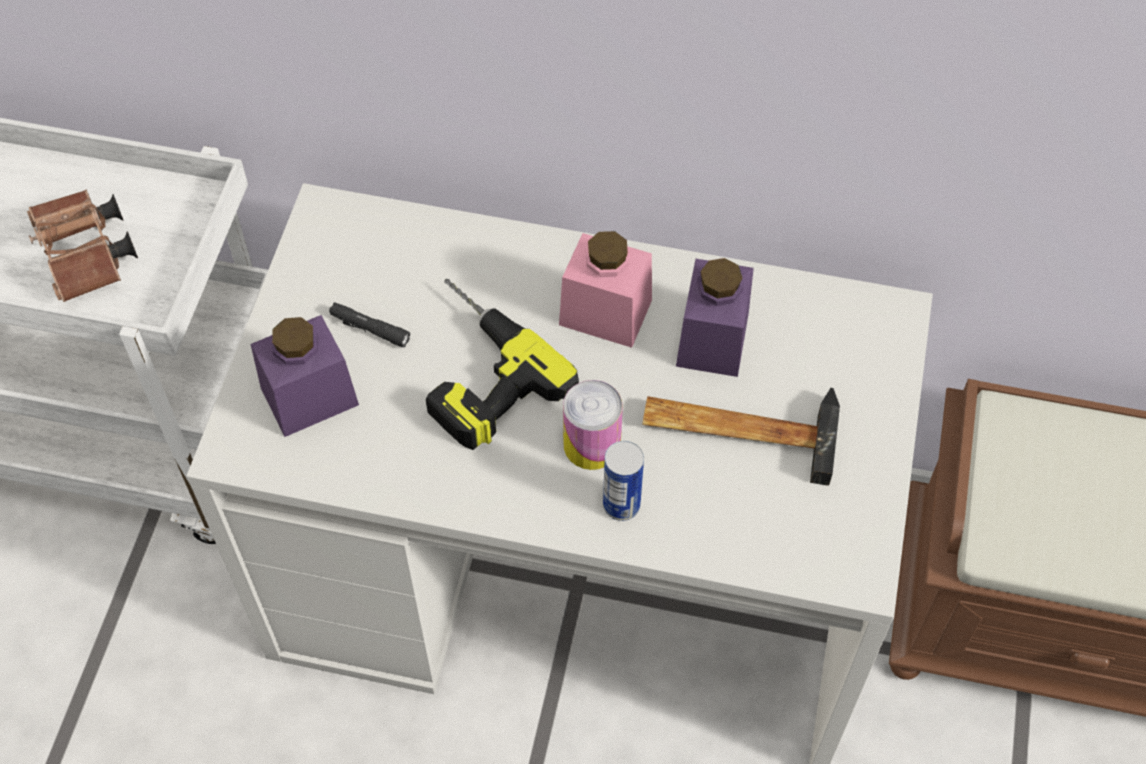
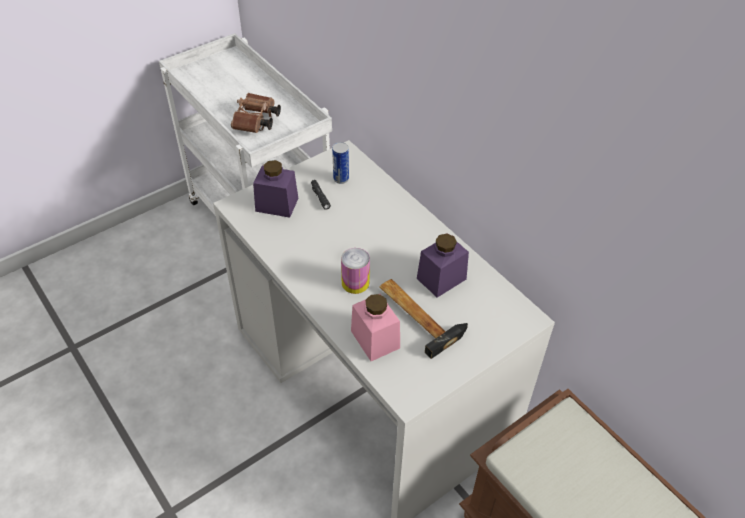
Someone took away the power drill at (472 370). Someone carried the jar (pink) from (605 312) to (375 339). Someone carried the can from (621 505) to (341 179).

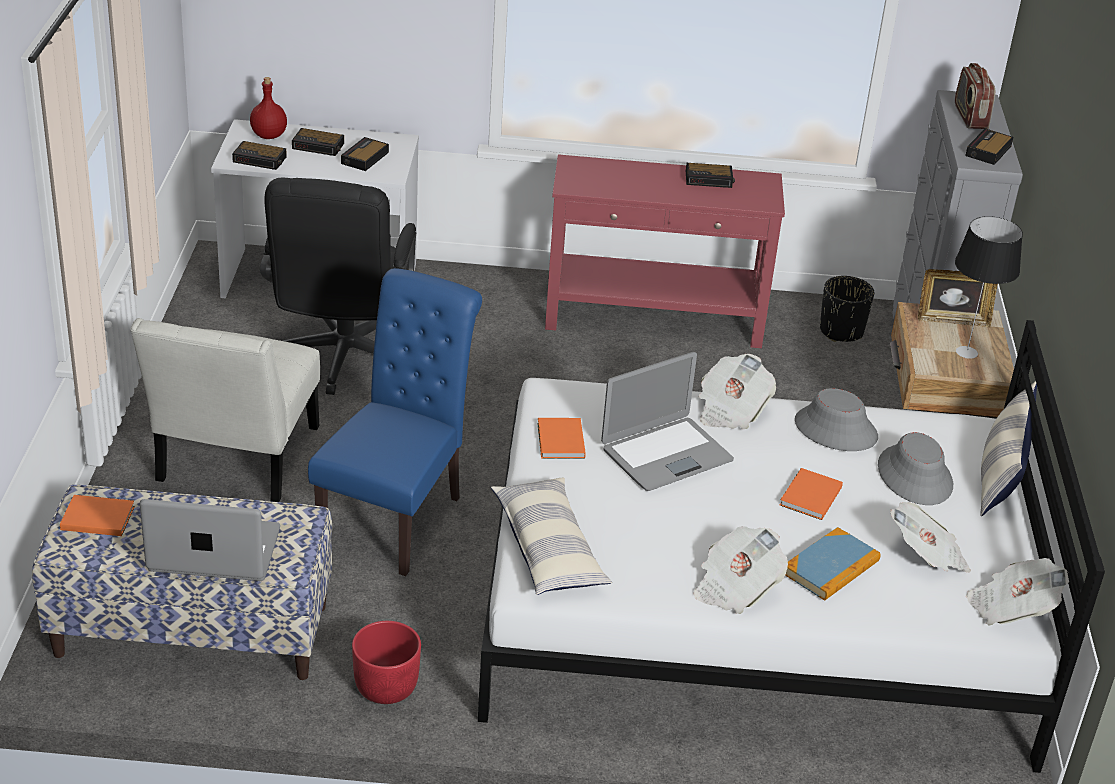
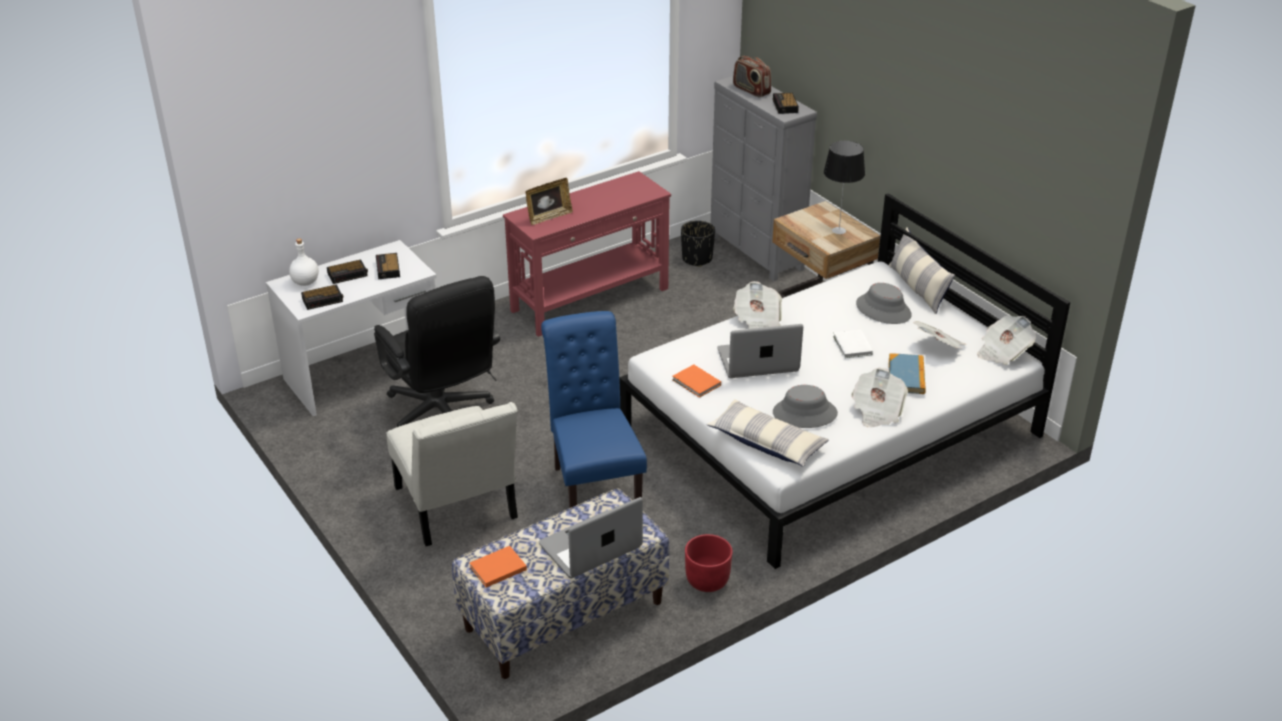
Someone repainted the bottle (red) at (269 135), which became the bottle (white) at (306 282). Someone rotated the laptop at (666 454) by 120 degrees counterclockwise. Someone took away the alarm clock at (709 179). Someone repainted the book (orange) at (809 497), which became the book (white) at (852 346). Someone carried the hat (grey) from (835 429) to (804 413). Someone carried the picture frame from (952 320) to (549 217).

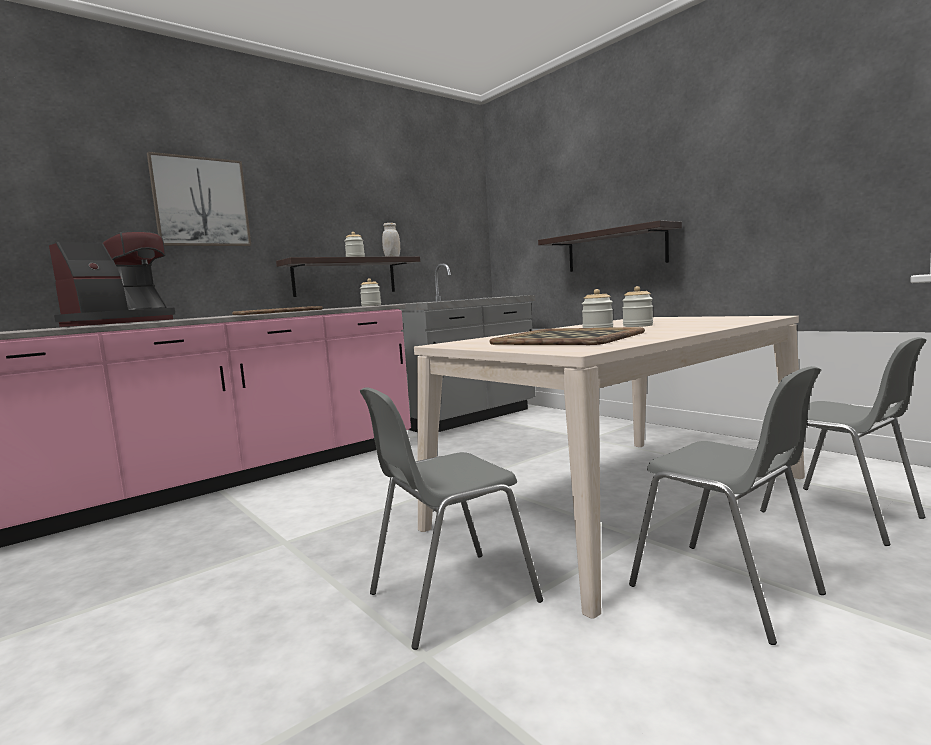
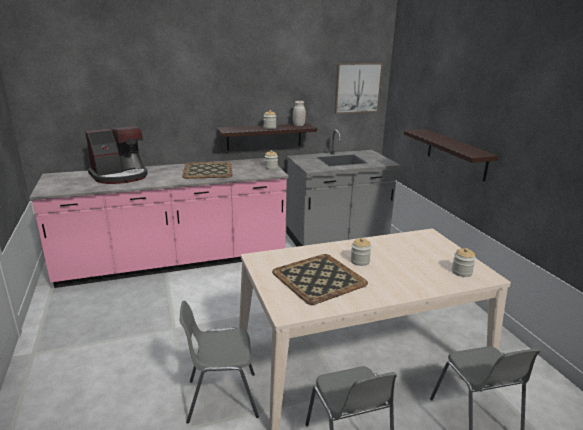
Someone carried the picture from (201 202) to (357 88). Someone carried the jar from (637 326) to (461 272).

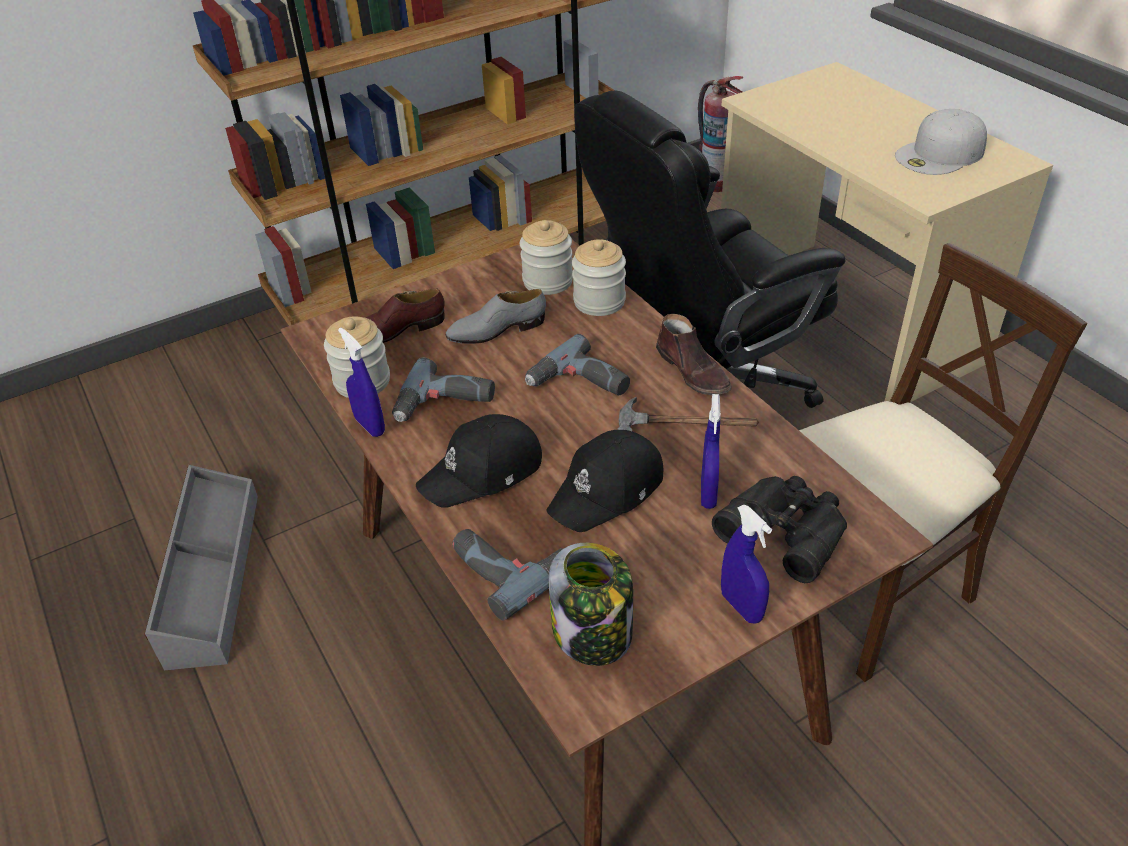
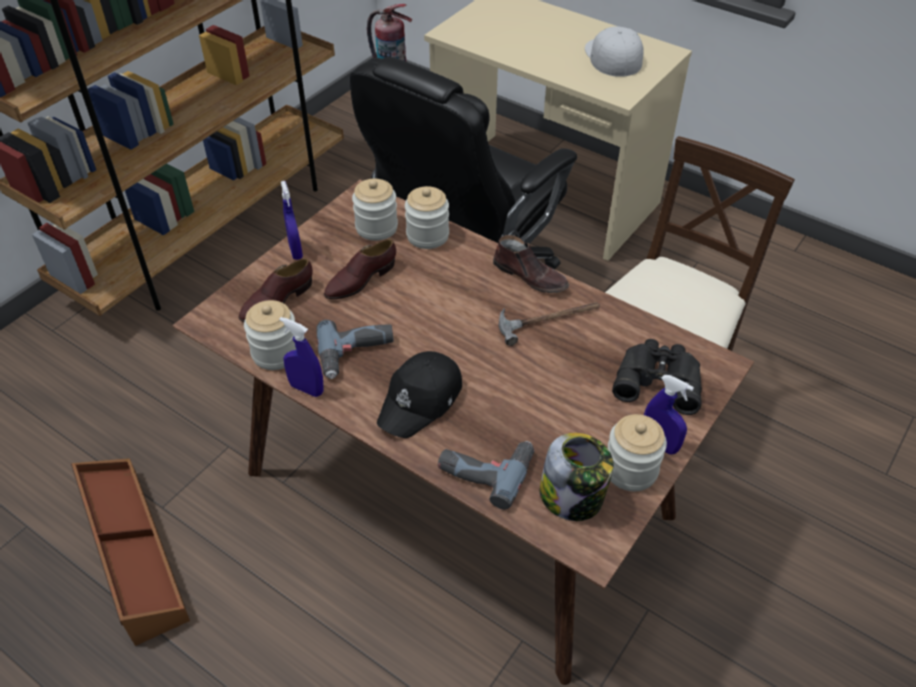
Someone repainted the storage box (grey) at (211 577), which became the storage box (brown) at (132 553). Someone repainted the shoe (grey) at (496 330), which became the shoe (brown) at (360 280). Someone took away the power drill at (579 384). Someone took away the cap (black) at (608 491). Someone carried the spray bottle (blue) from (708 494) to (295 251). Someone rotated the cap (white) at (940 154) by 135 degrees clockwise. Someone put down the jar at (630 470).

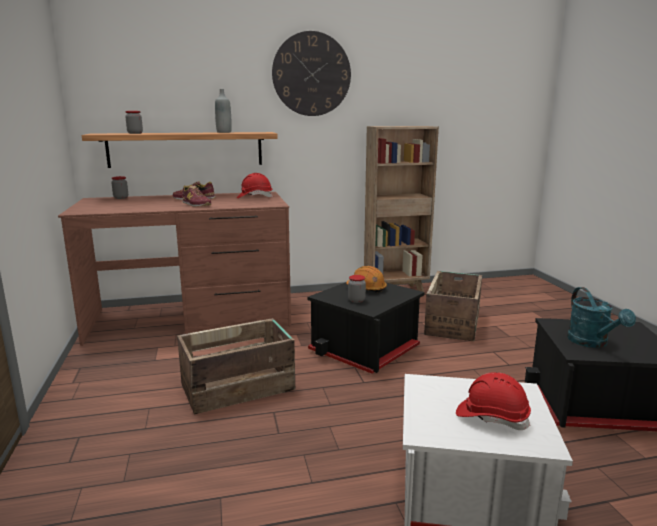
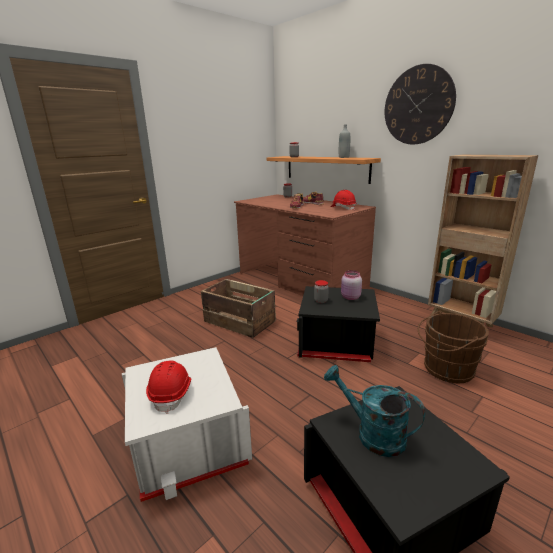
Someone swapped the hard hat (orange) at (366 288) for the jar (pink) at (350 297). Someone swapped the crate at (453 323) for the bucket (brown) at (445 369). Someone rotated the watering can (turquoise) at (592 343) by 75 degrees clockwise.

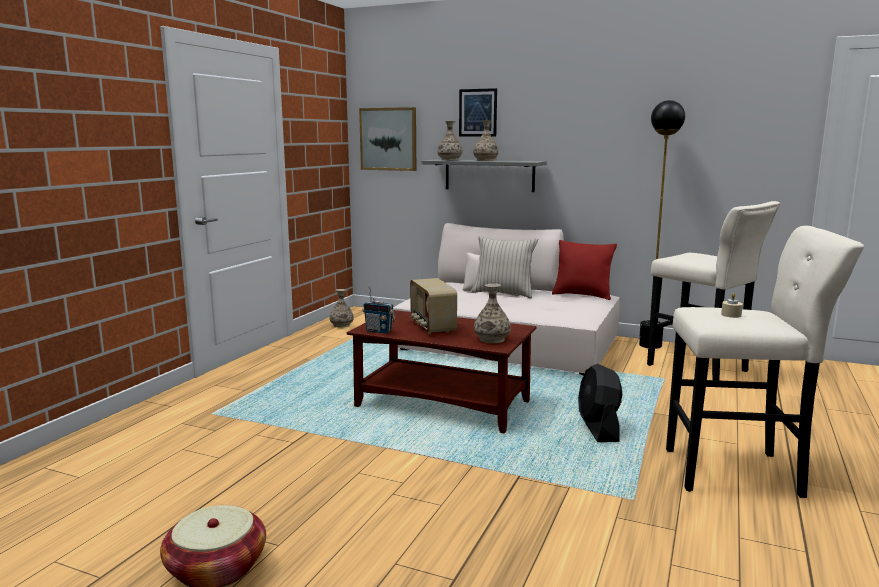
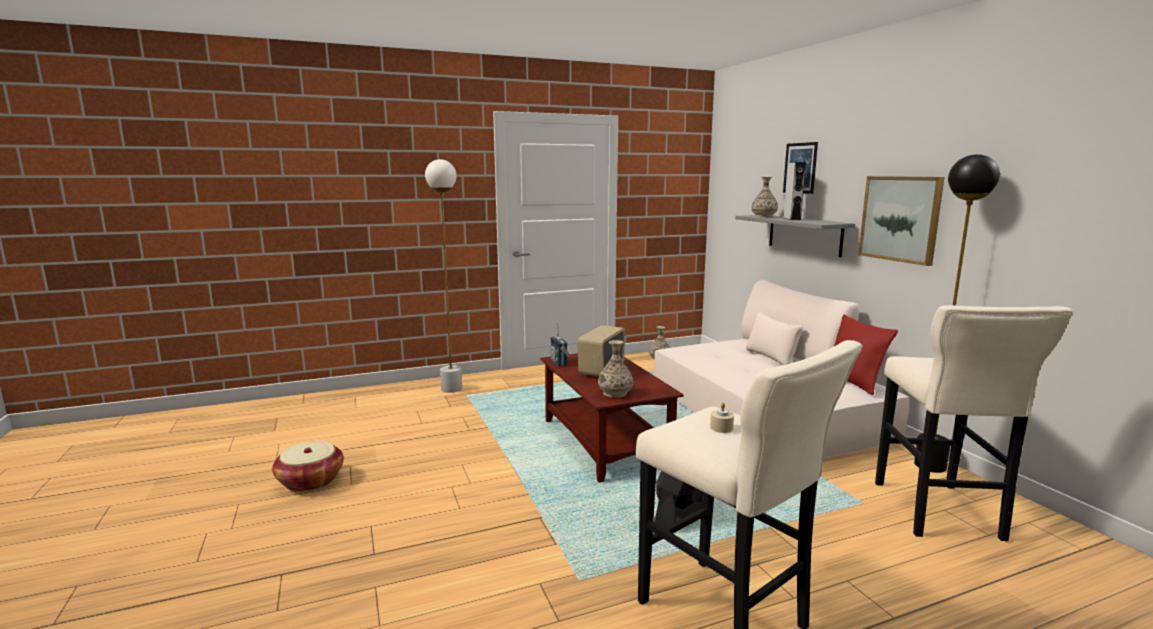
Someone carried the picture from (388 139) to (900 218). Someone took away the pillow (beige) at (503 293). Someone swapped the vase at (485 160) for the speaker (grey) at (792 219). Someone put down the floor lamp (white) at (452 389).

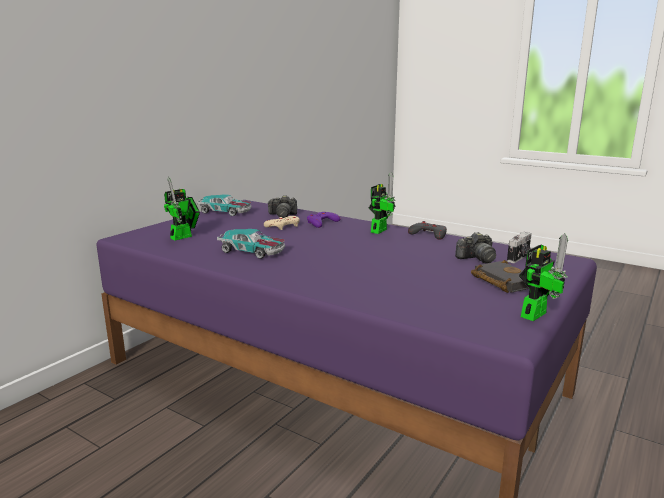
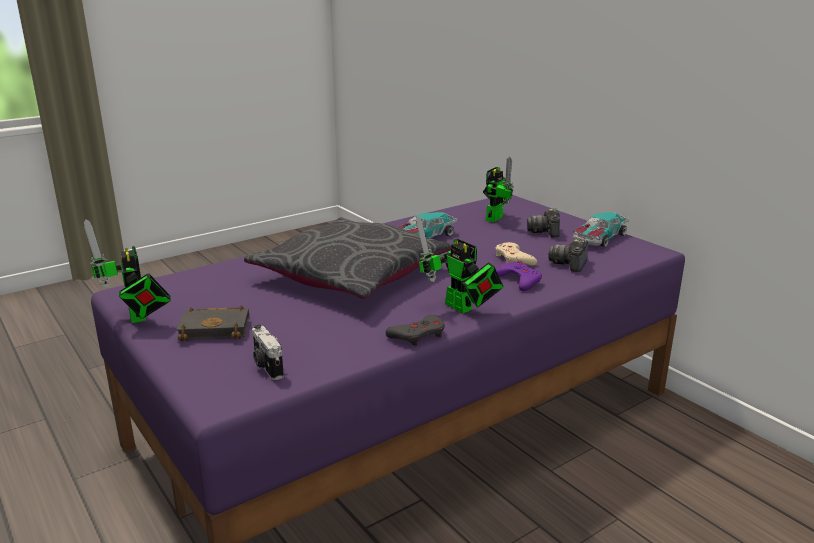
Someone rotated the toy robot at (184 236) by 120 degrees counterclockwise. Someone carried the photo camera from (477 259) to (545 232). Someone put down the pillow (grey) at (351 274).

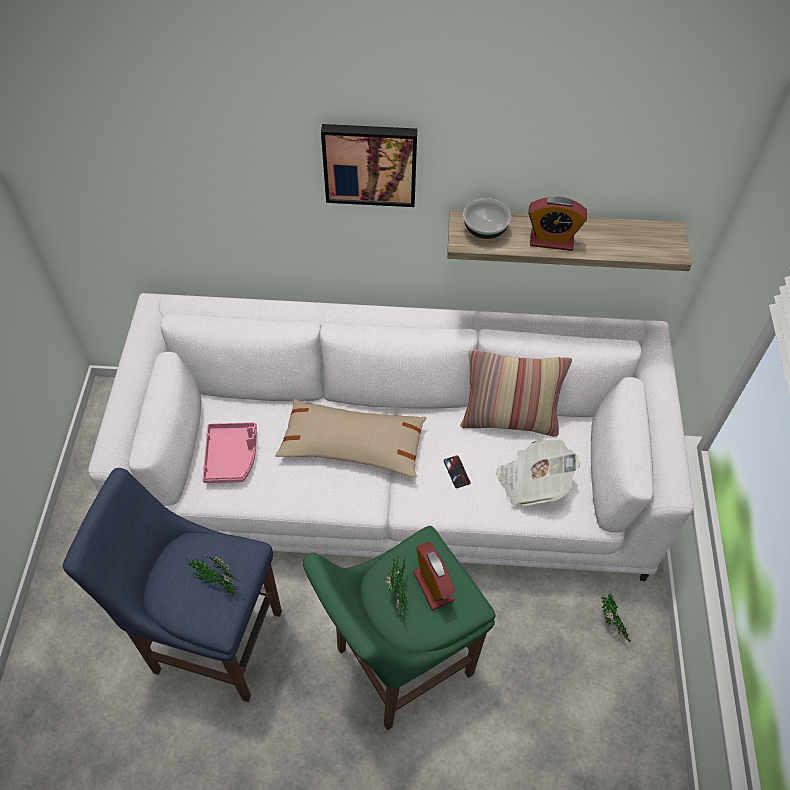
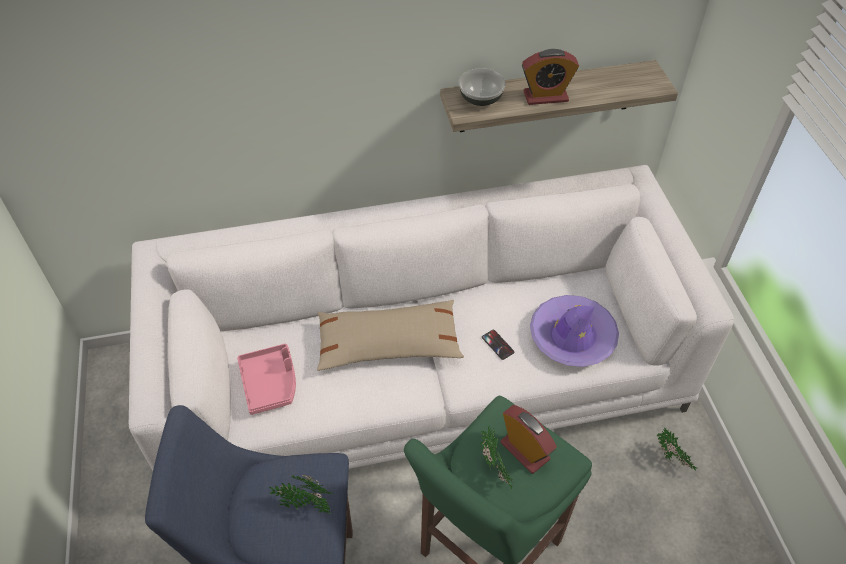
Someone took away the picture at (370 163). Someone took away the pillow at (509 419). Someone swapped the newspaper at (533 482) for the hat (purple) at (572 337).

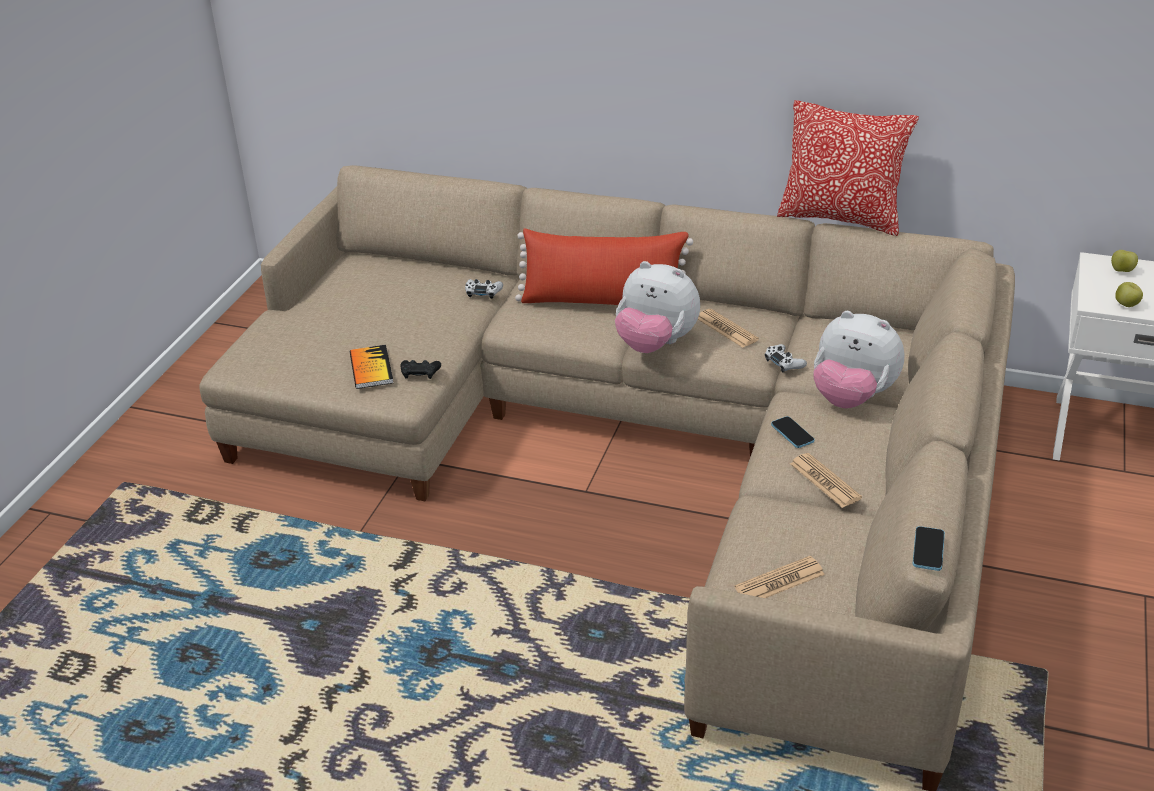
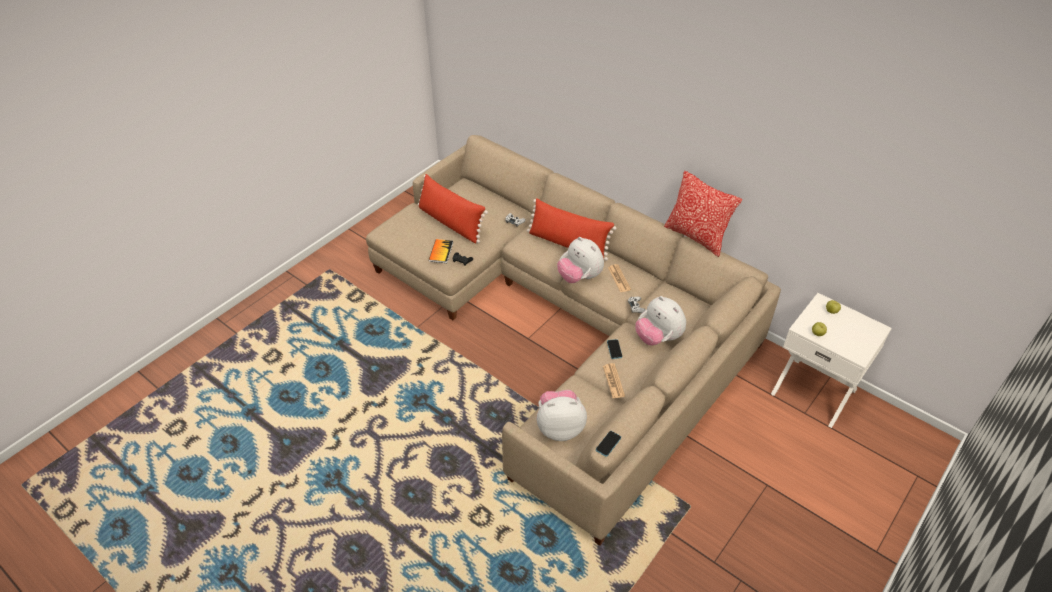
Someone swapped the newspaper at (779 581) for the plush toy at (559 427). Someone put down the pillow (red) at (451 223).

